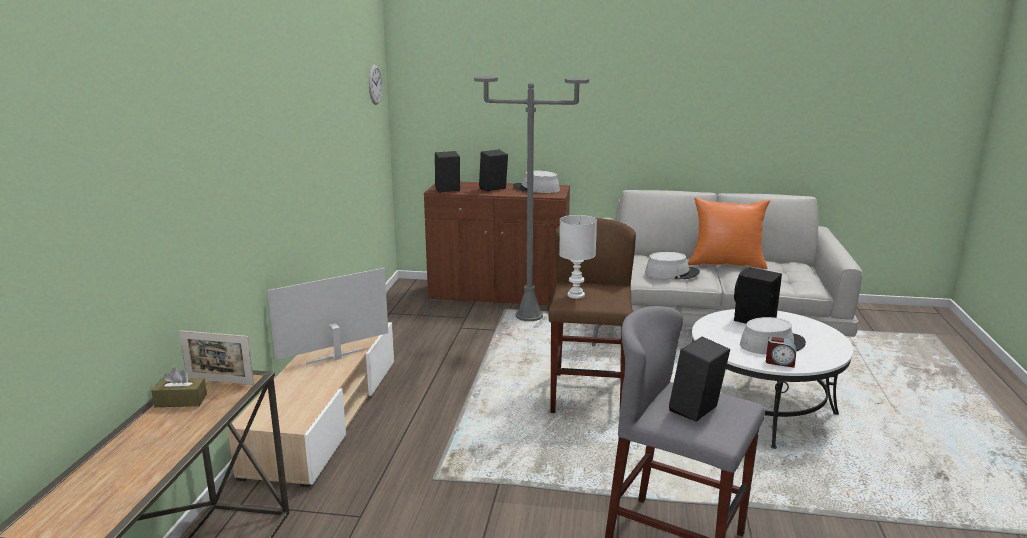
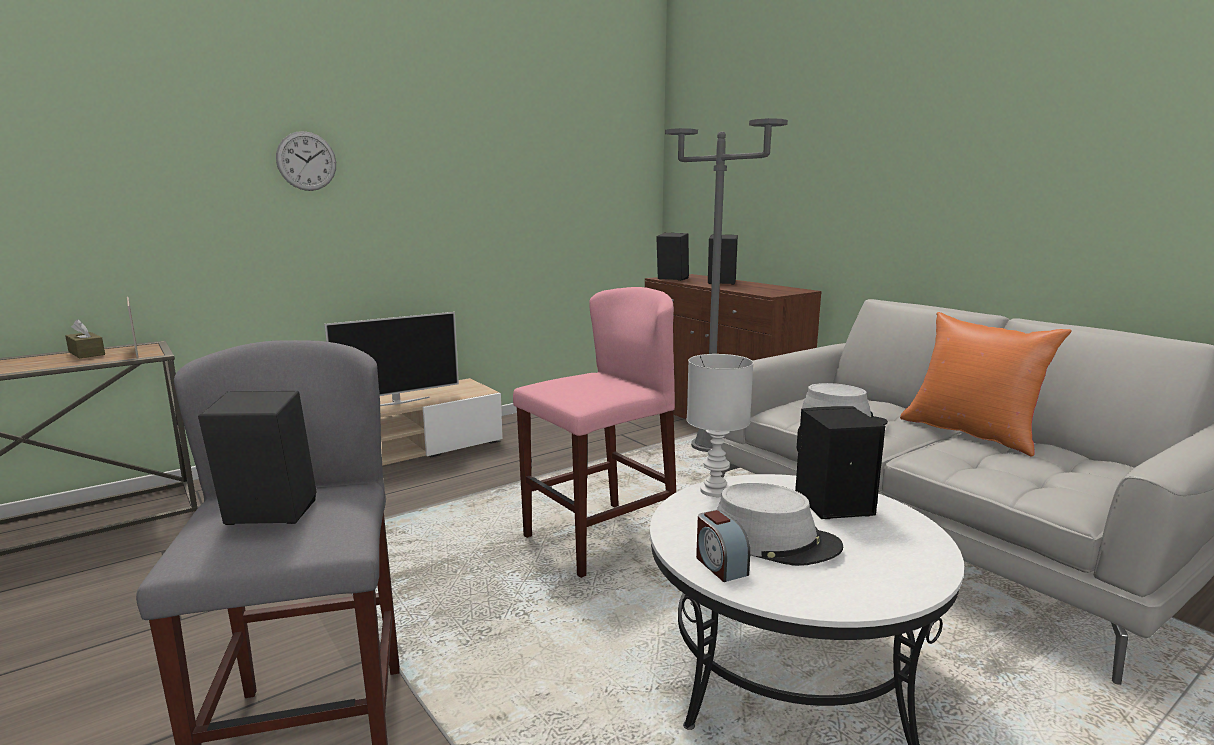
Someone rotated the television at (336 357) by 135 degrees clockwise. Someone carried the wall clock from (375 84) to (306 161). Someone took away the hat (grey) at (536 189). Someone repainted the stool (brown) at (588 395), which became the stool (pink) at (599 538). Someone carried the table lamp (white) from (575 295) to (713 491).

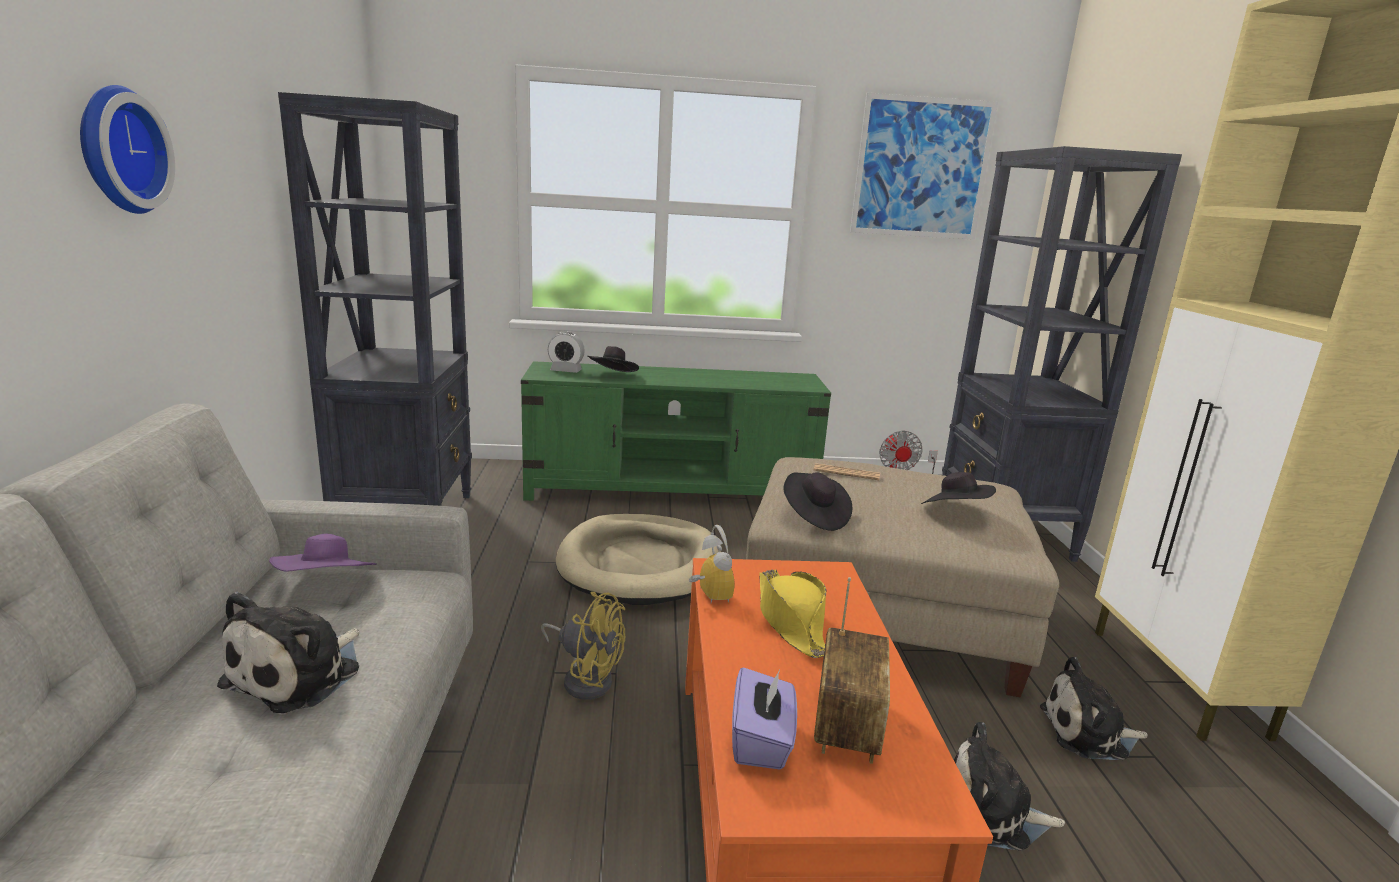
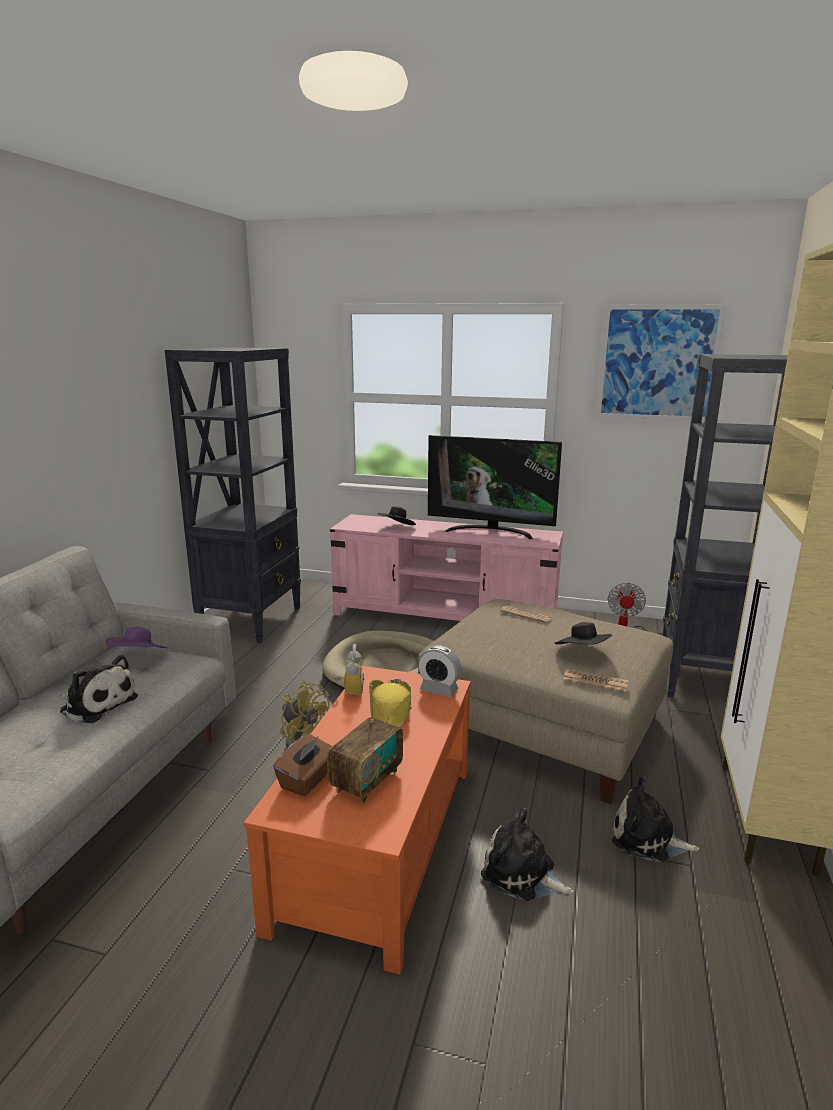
Someone took away the wall clock at (117 150). Someone rotated the plush toy at (299 674) by 105 degrees counterclockwise. Someone repainted the tv stand (green) at (672 490), which became the tv stand (pink) at (445 616). Someone carried the alarm clock from (566 370) to (439 690). Someone repainted the tissue box (purple) at (761 741), which became the tissue box (brown) at (307 779). Someone took away the hat (black) at (814 516). Someone put down the television at (491 531). Someone put down the newspaper at (595 681).

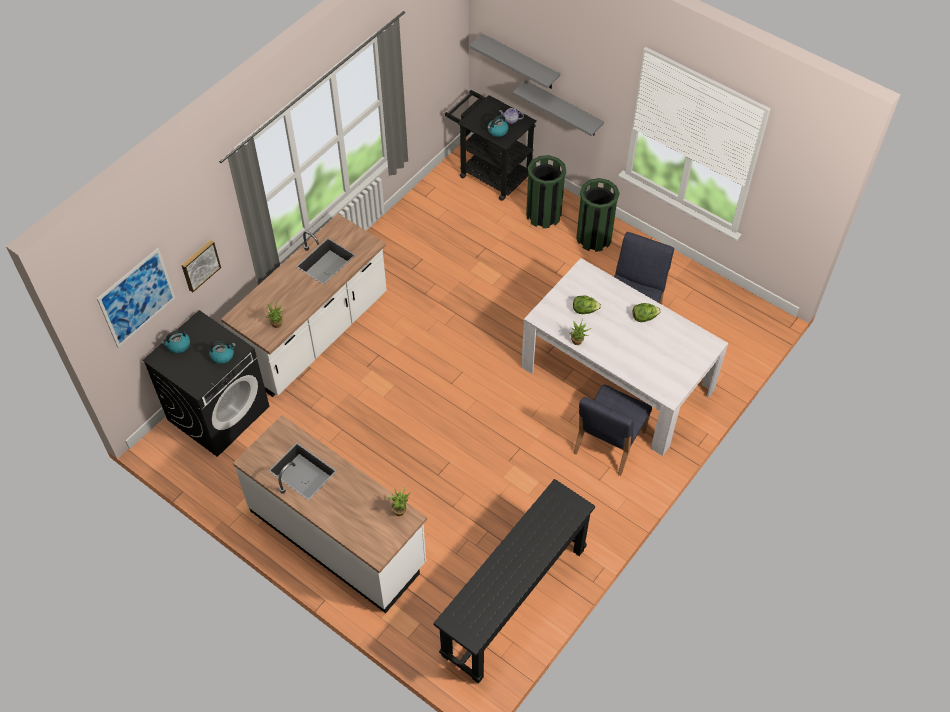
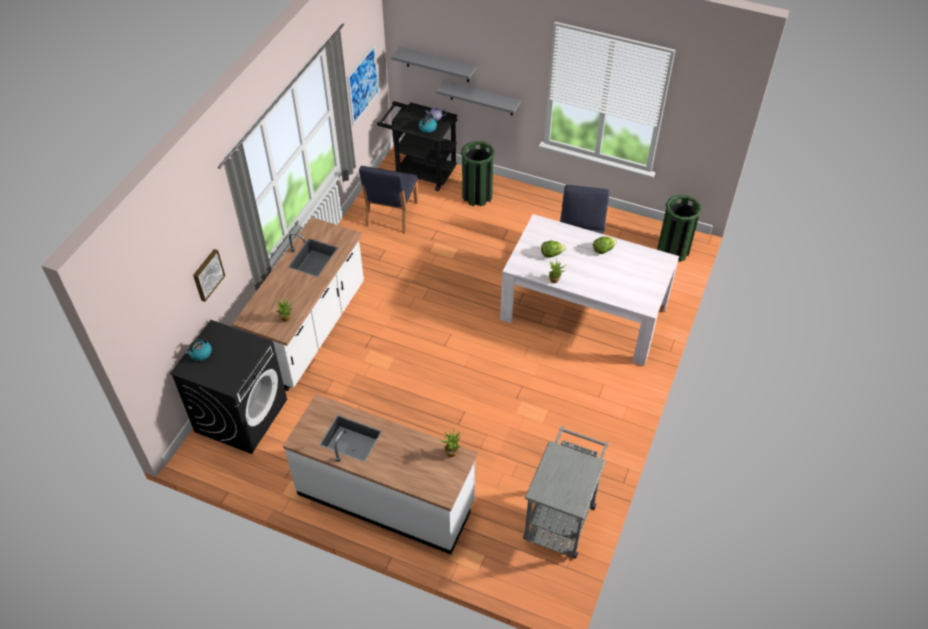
Someone carried the picture from (137 297) to (363 84). Someone took away the kettle at (223 355). Someone swapped the console table (black) at (514 601) for the cart (grey) at (561 516). Someone carried the chair (blue) from (608 443) to (391 214). Someone carried the trash can (green) from (594 238) to (673 250).

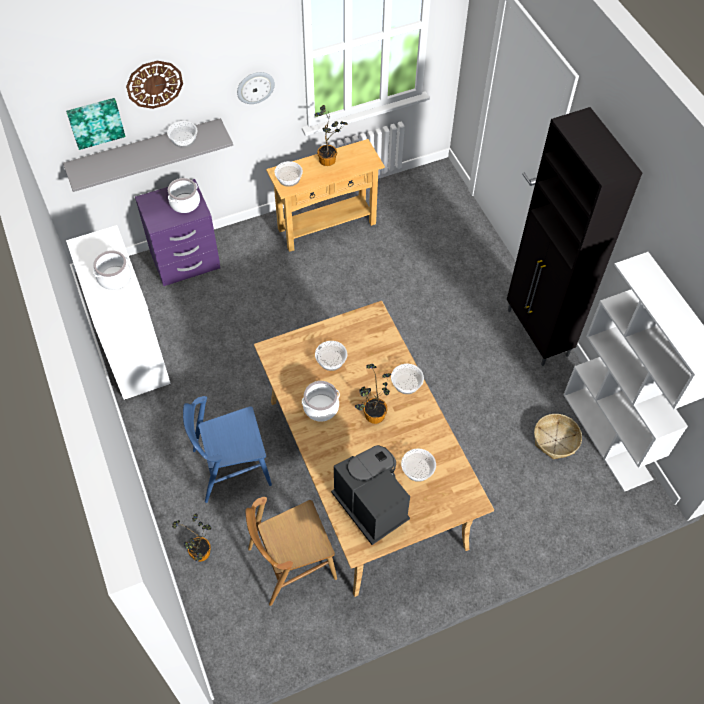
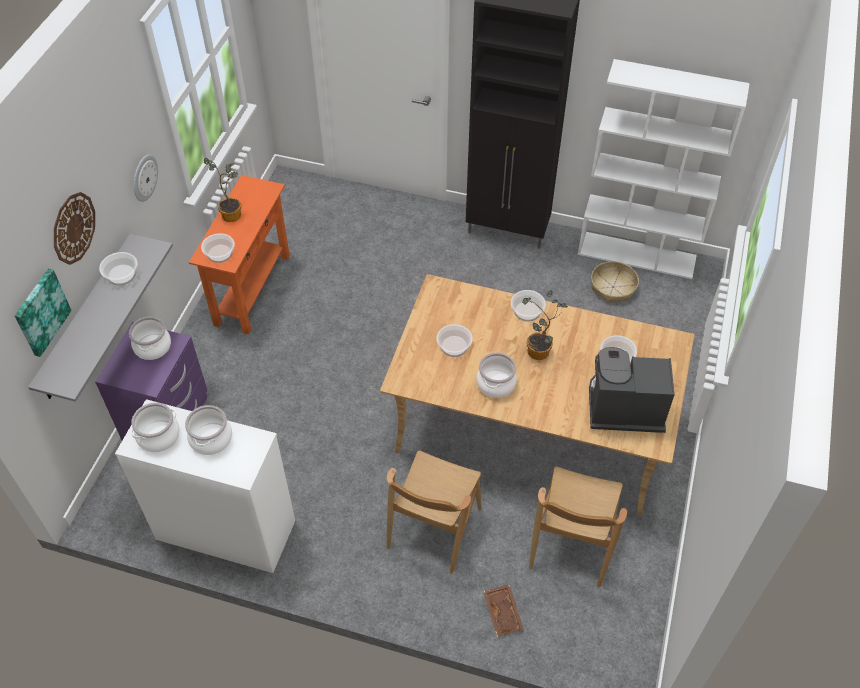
Someone swapped the potted plant at (200 555) for the tray (brown) at (503 612). Someone repainted the chair (blue) at (231 467), which became the chair (brown) at (433 528). Someone repainted the console table (beige) at (327 226), which became the console table (orange) at (252 289). Someone put down the cooking pot at (158 436).

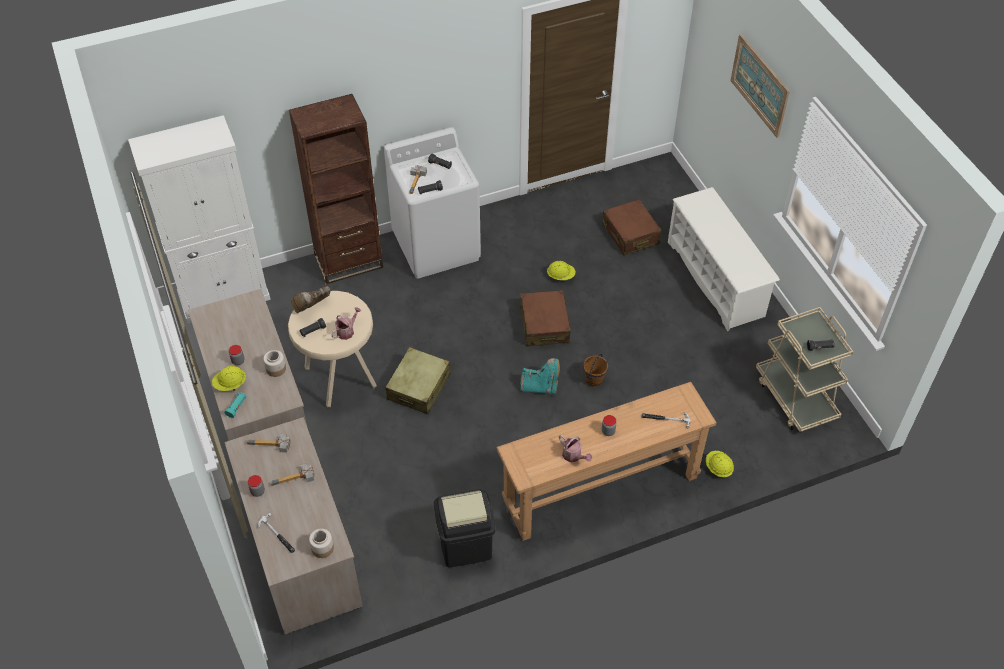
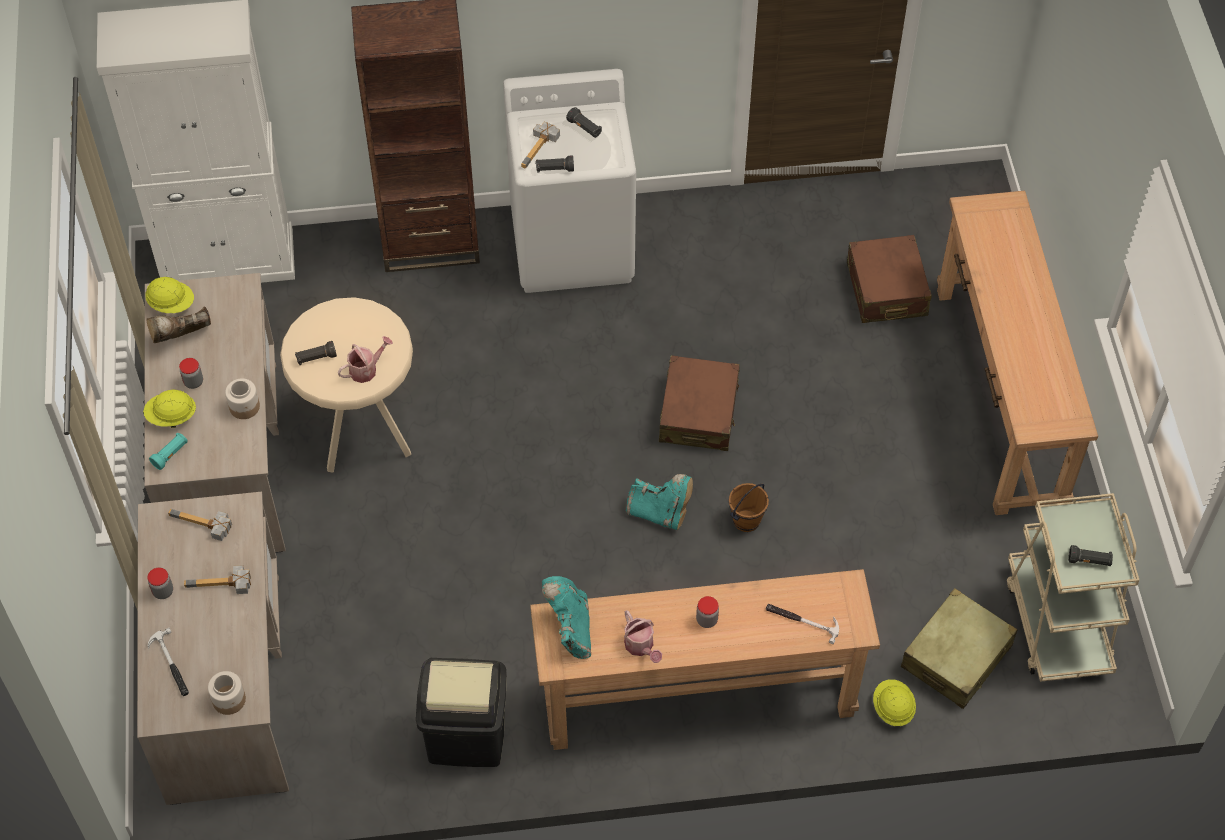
Someone carried the boot (brown) from (312 308) to (180 339). Someone carried the suitcase (beige) from (419 387) to (956 657). Someone carried the hard hat (yellow) from (561 276) to (172 304). Someone swapped the shoe rack (white) at (716 279) for the console table (brown) at (999 395). Someone took away the picture at (759 85). Someone put down the boot (turquoise) at (571 629).

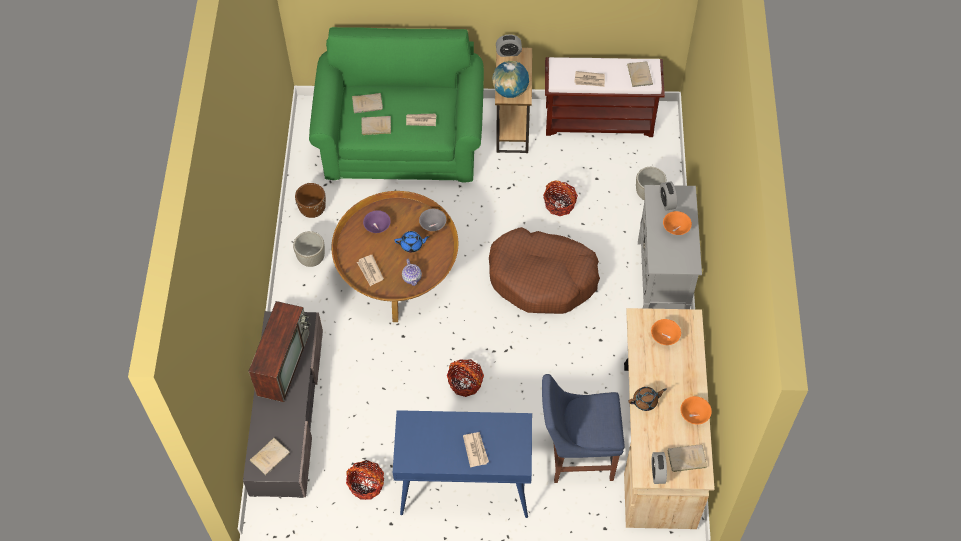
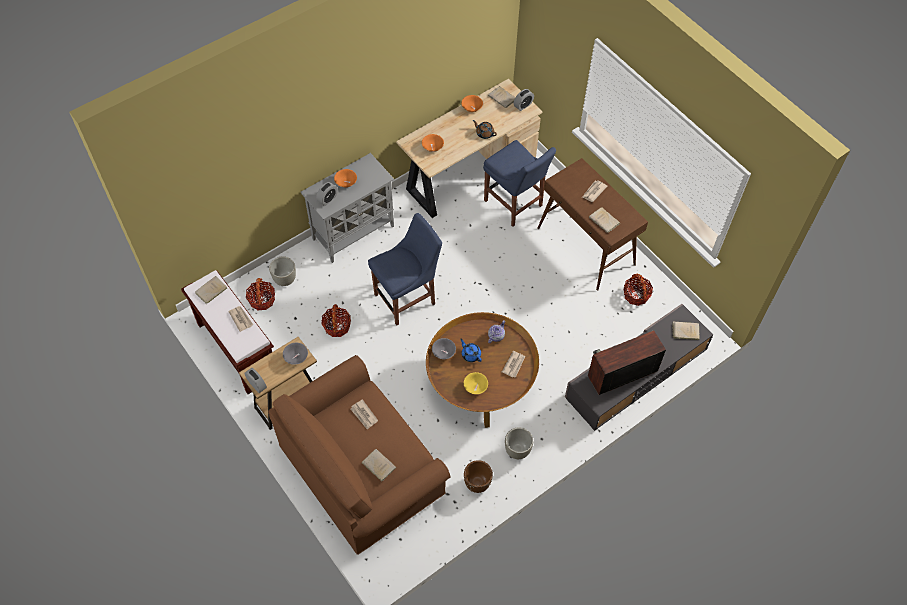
Someone repainted the sofa (green) at (402 141), which became the sofa (brown) at (361 470). Someone carried the book (beige) from (375 126) to (604 221). Someone repainted the bowl (purple) at (377 227), which became the bowl (yellow) at (475 387). Someone repainted the console table (blue) at (464 484), which became the console table (brown) at (586 247). Someone carried the basket from (465 382) to (262 300). Someone swapped the dog bed (brown) at (542 278) for the chair (blue) at (407 298). Someone swapped the globe at (510 91) for the bowl (grey) at (296 357).

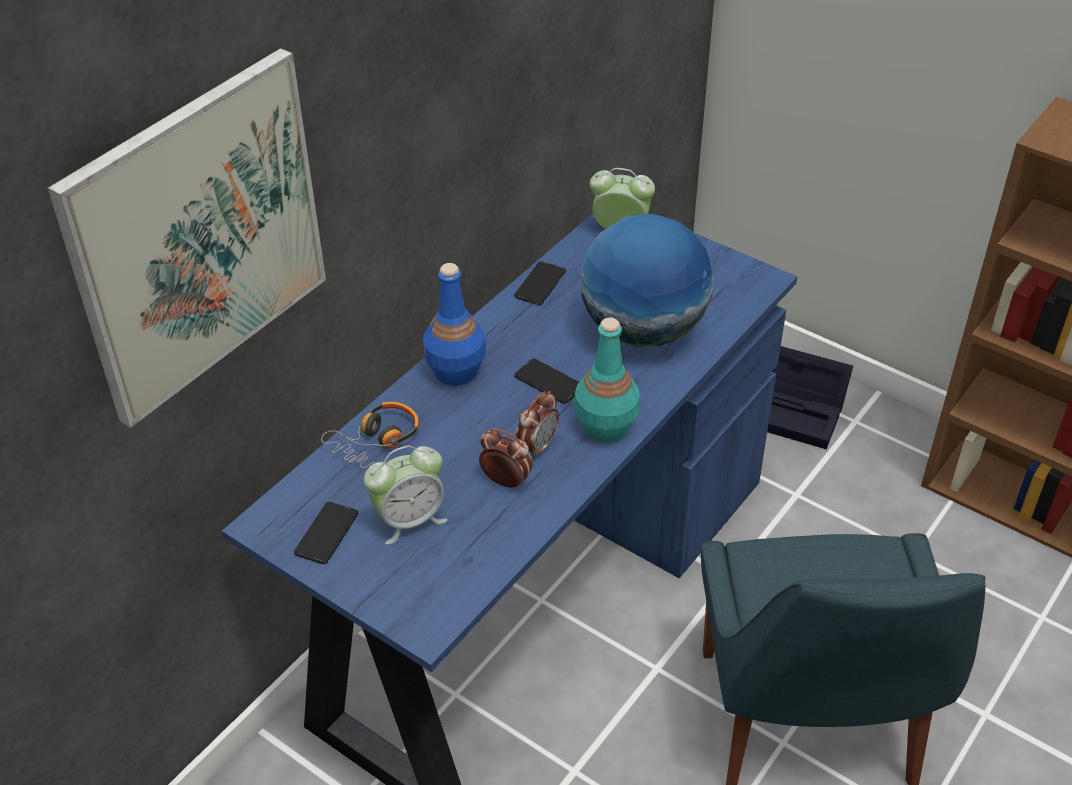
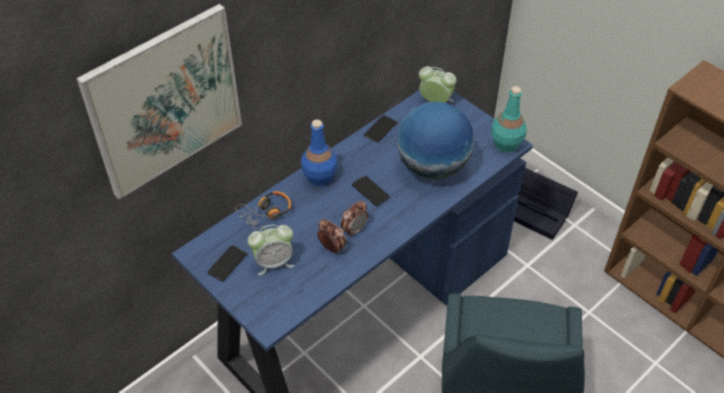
Someone carried the bottle (turquoise) from (605 426) to (506 143).

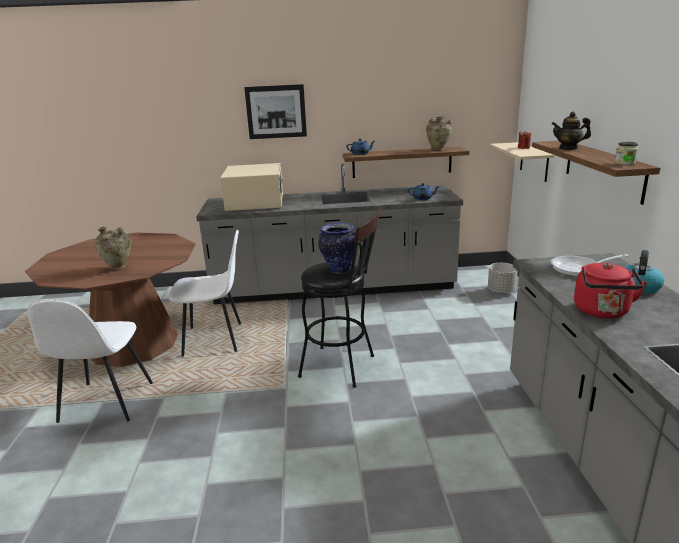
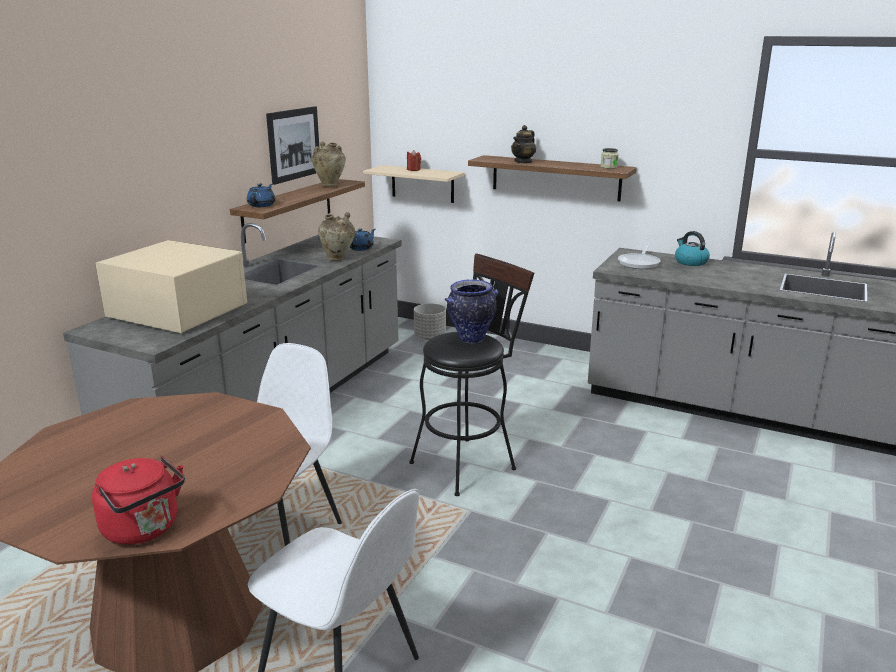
Someone carried the vase (beige) from (118 268) to (338 259). Someone carried the picture from (276 112) to (294 144). Someone carried the kettle (red) from (602 312) to (144 529).

